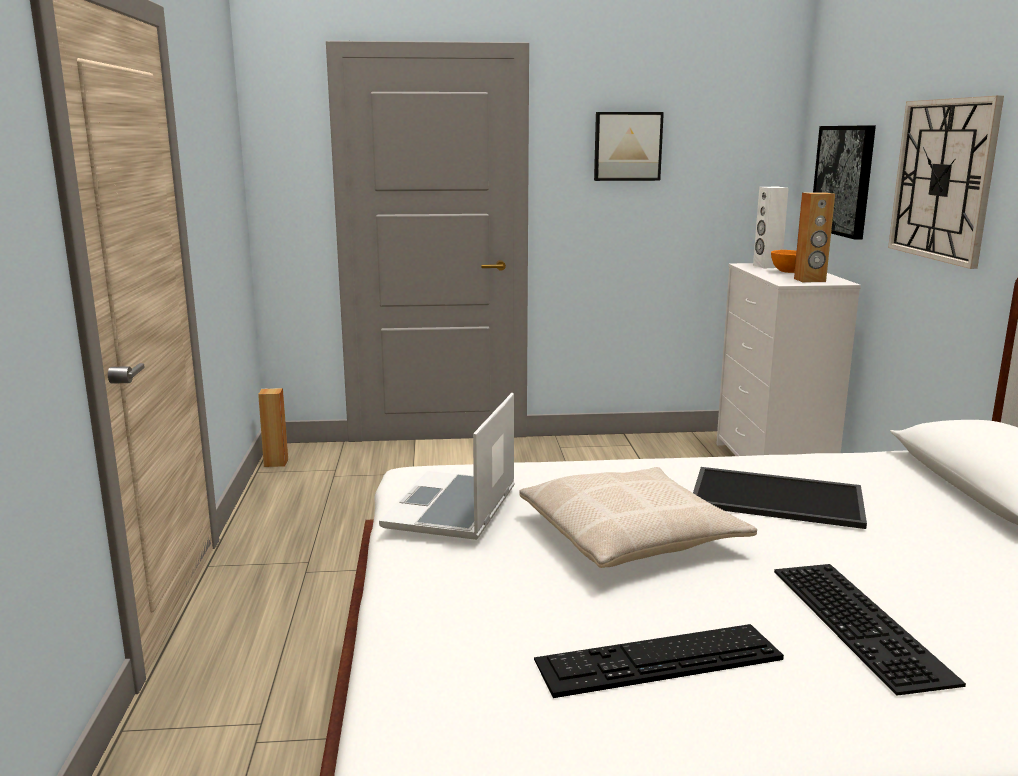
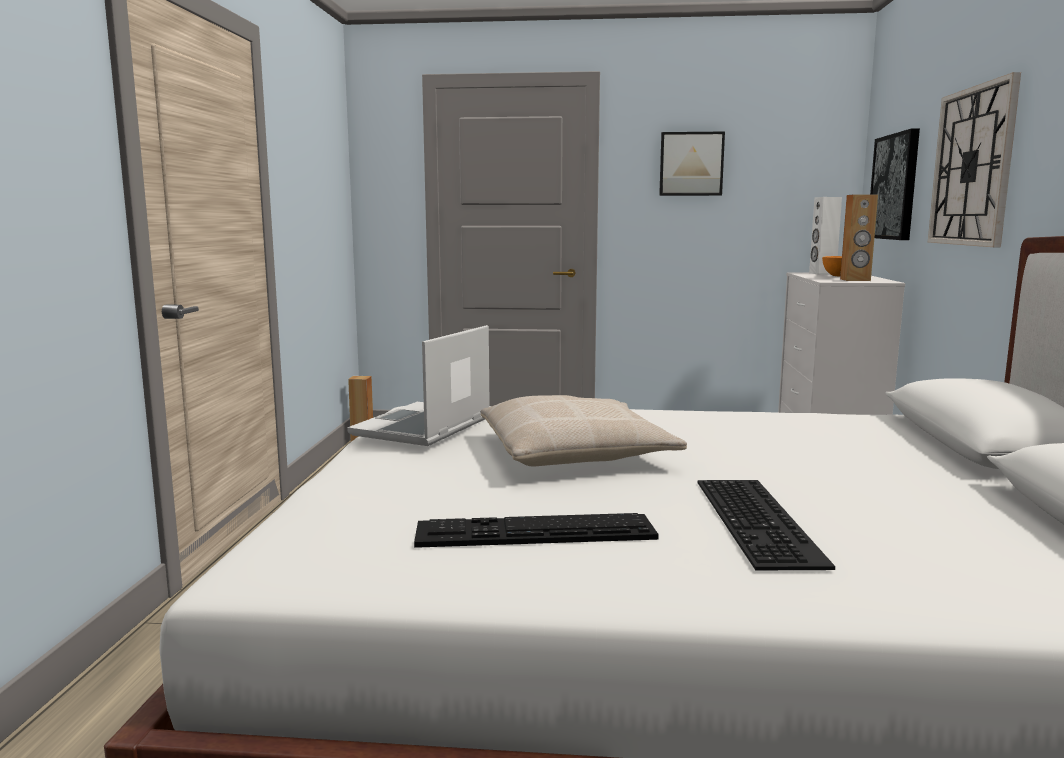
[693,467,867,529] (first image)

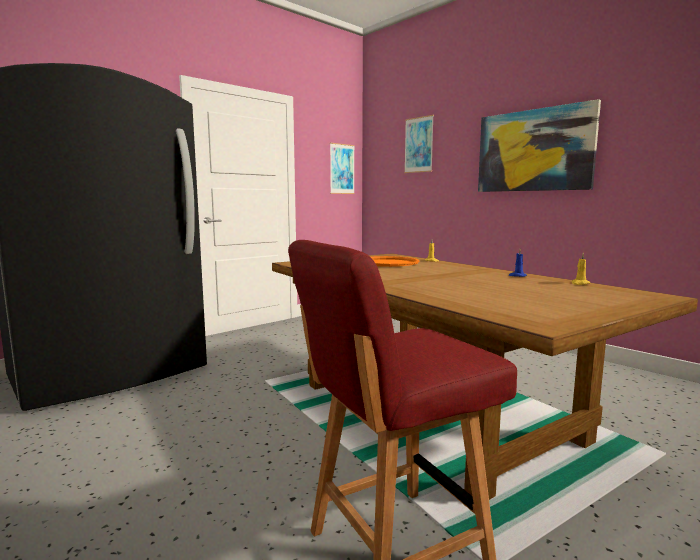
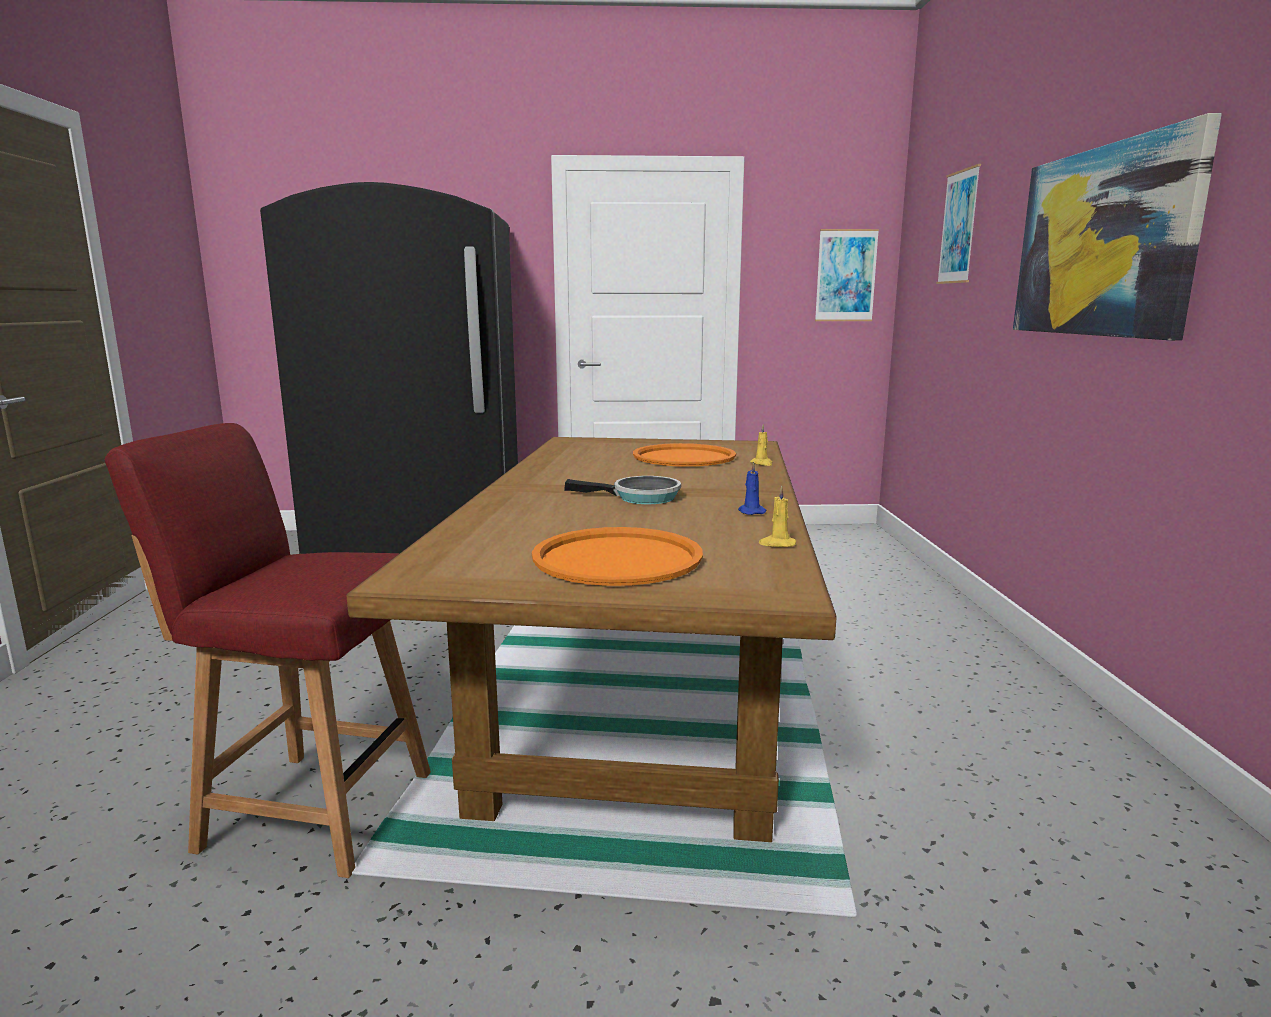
[564,476,681,504]
[532,527,703,586]

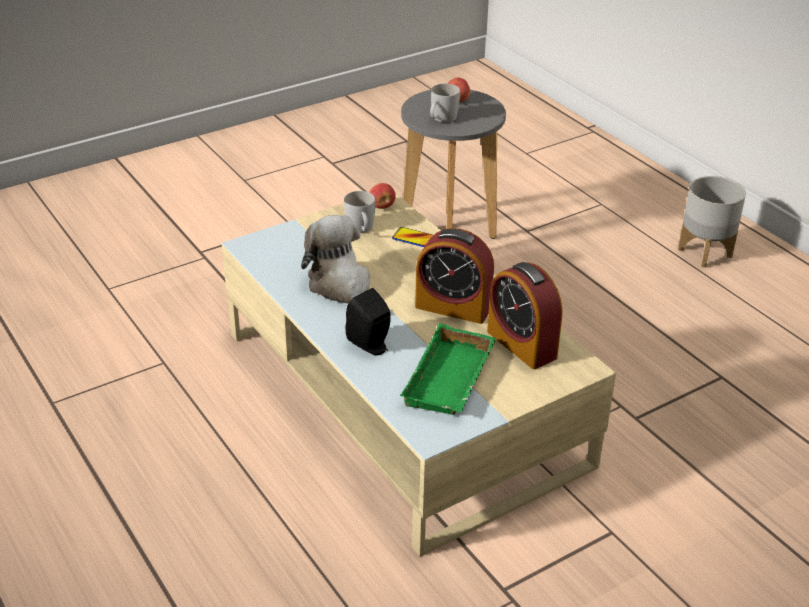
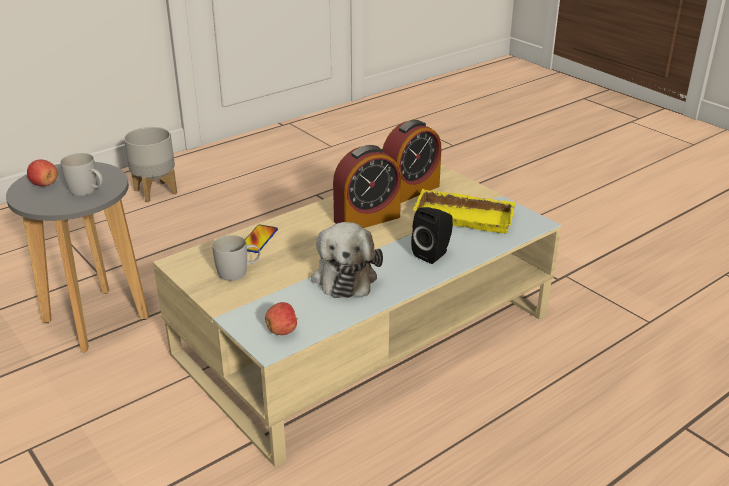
[265,302,298,335]
[311,222,383,298]
[333,145,401,228]
[413,189,516,233]

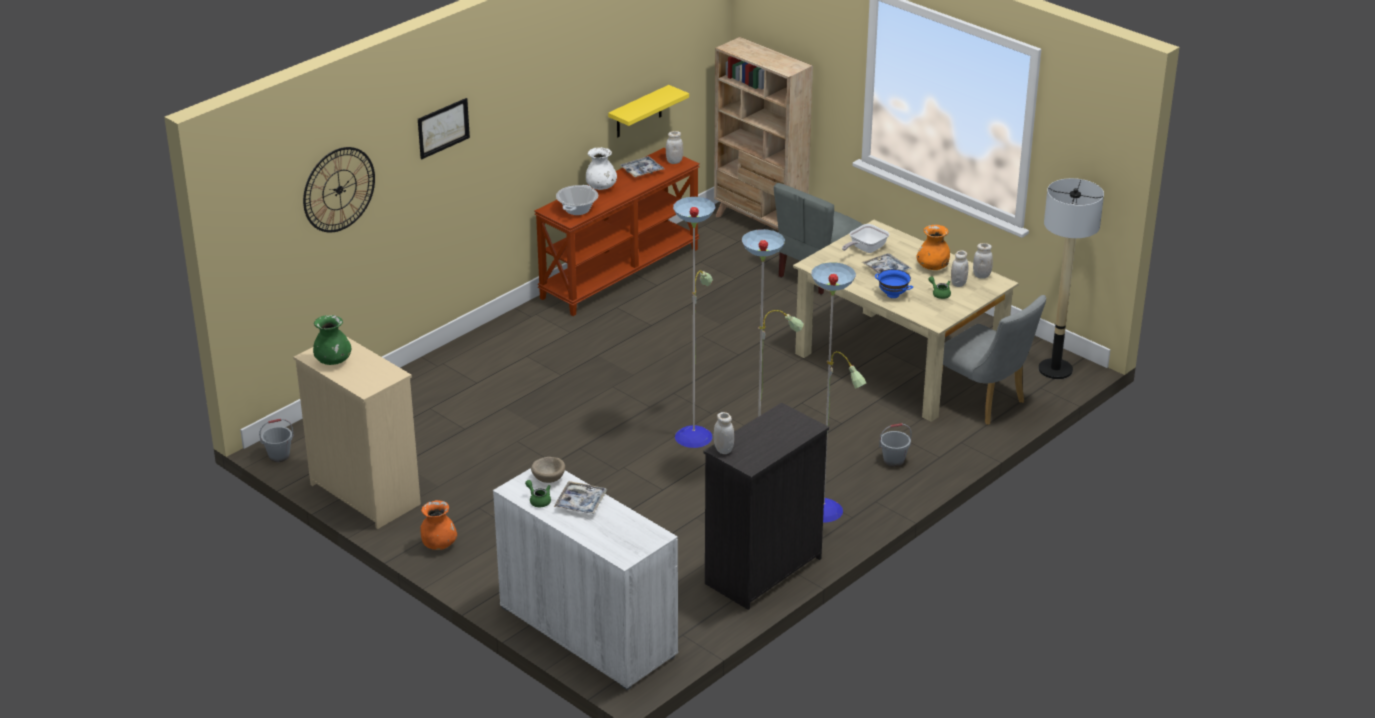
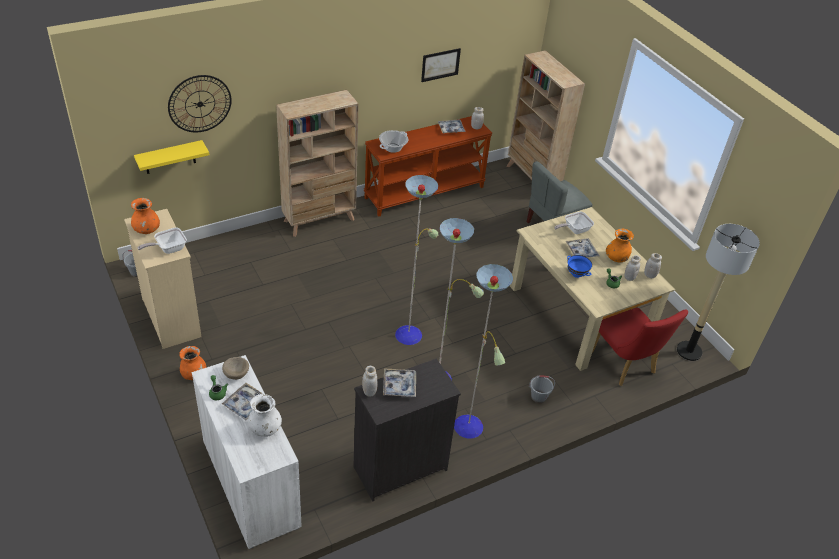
[134,140,210,174]
[421,48,461,82]
[248,394,282,437]
[592,308,688,386]
[131,198,160,234]
[276,90,359,237]
[137,227,187,254]
[383,368,416,397]

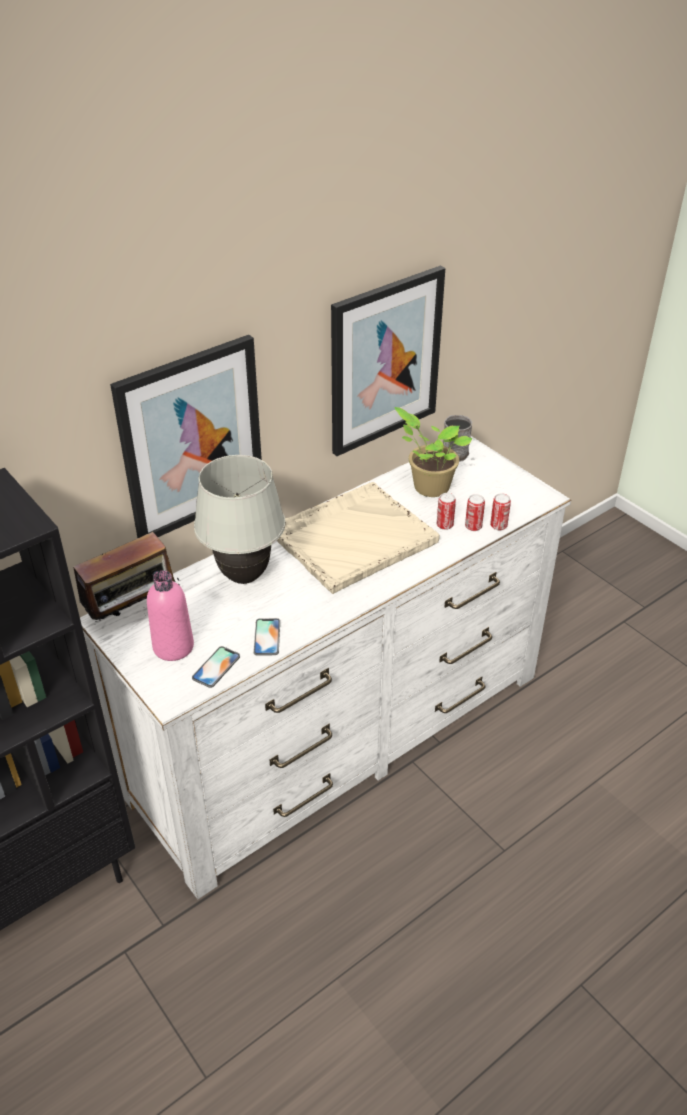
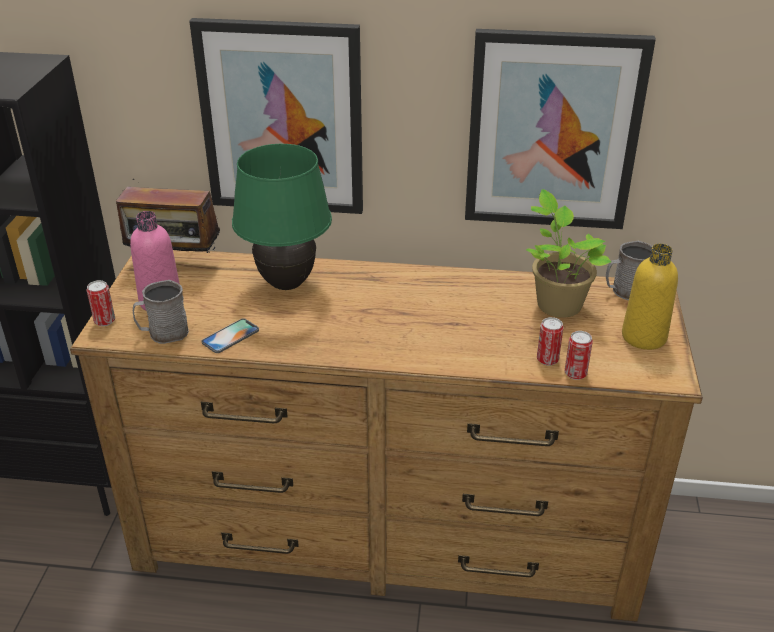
[70,250,703,622]
[232,144,332,290]
[277,482,440,594] (first image)
[87,280,115,326]
[133,280,189,344]
[622,244,678,350]

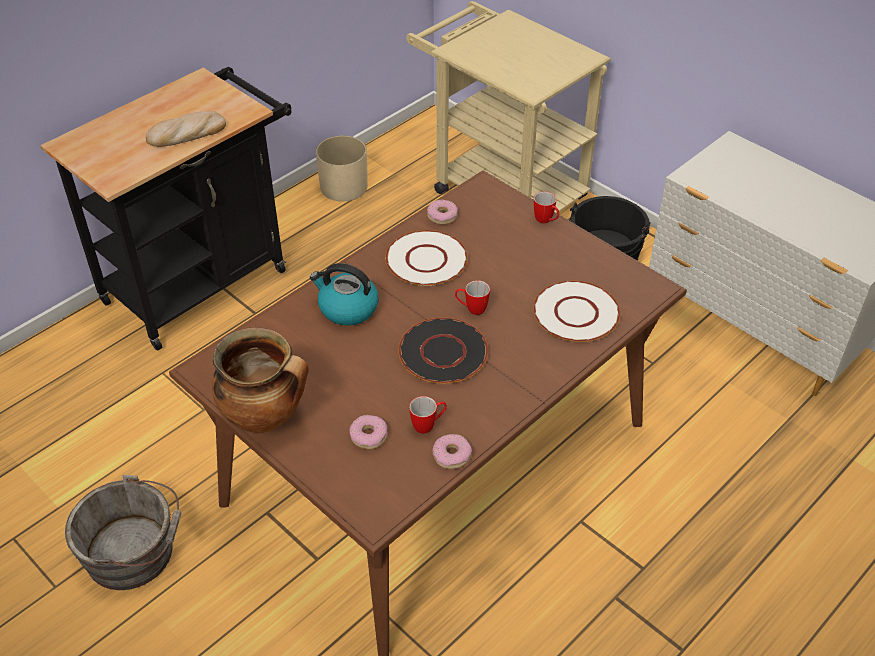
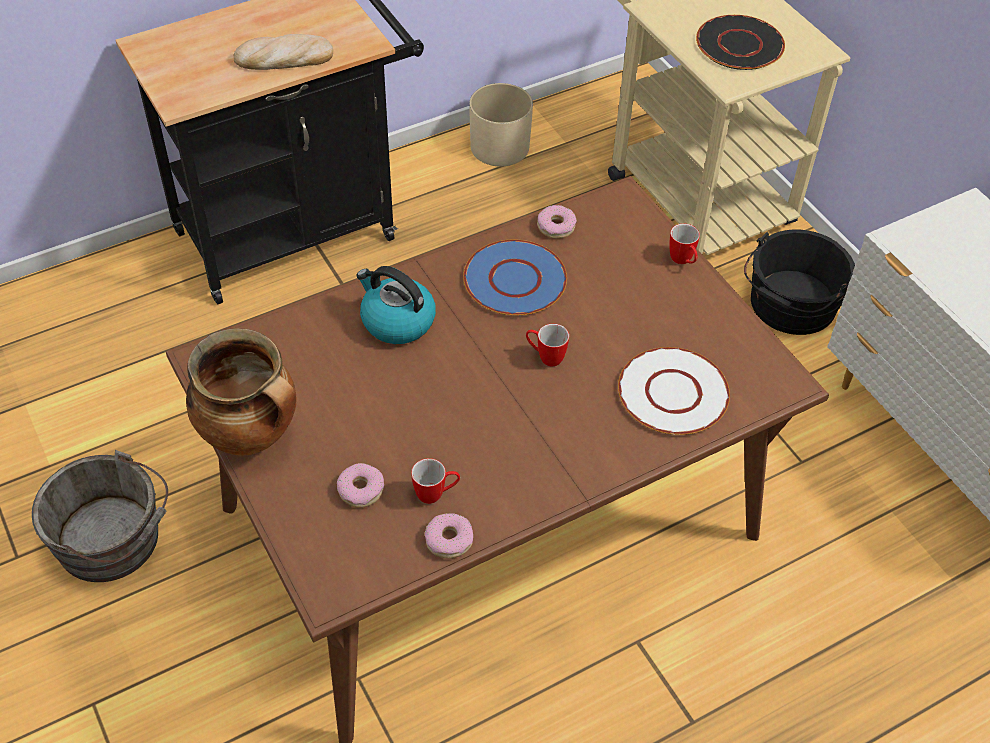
[463,239,567,315]
[696,15,785,70]

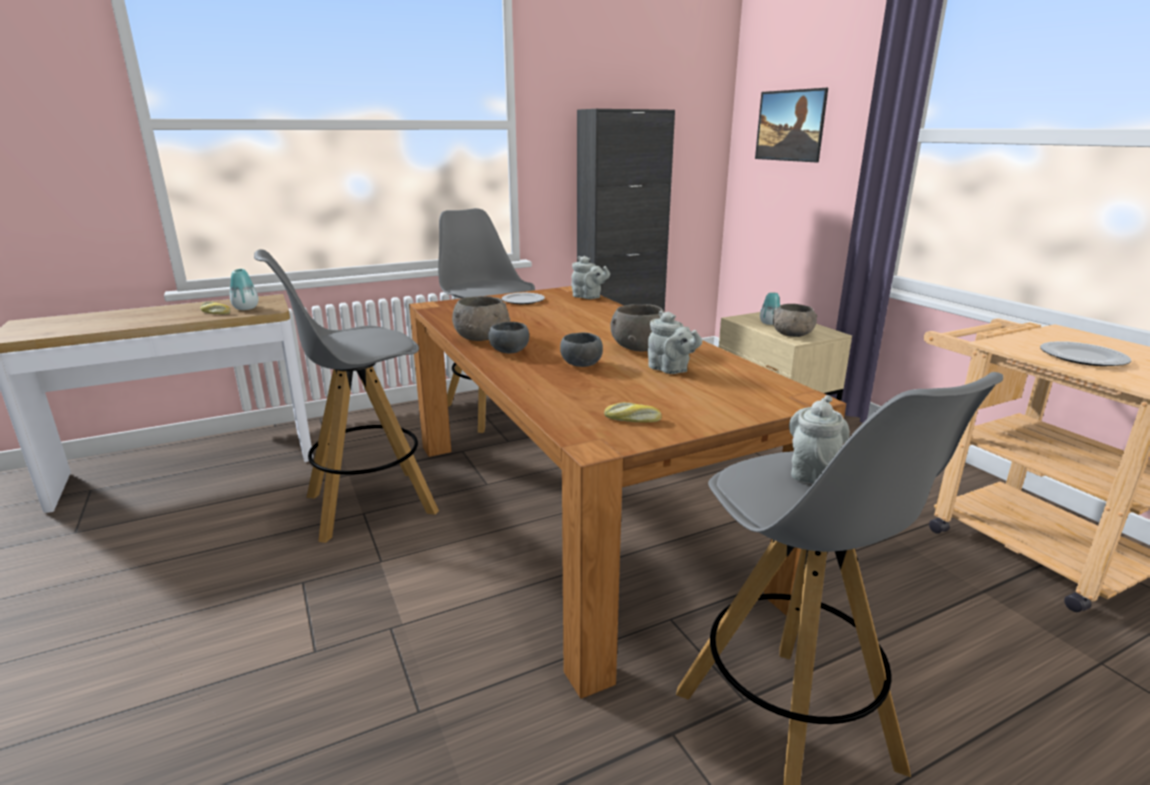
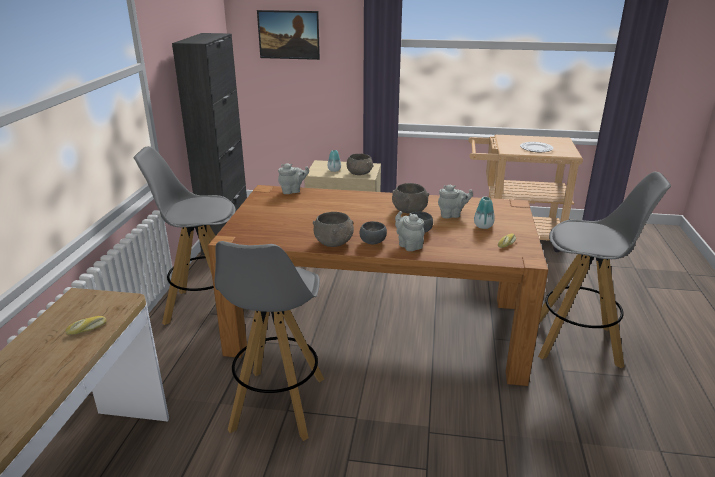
[474,197,495,229]
[501,293,545,304] (first image)
[395,211,424,251]

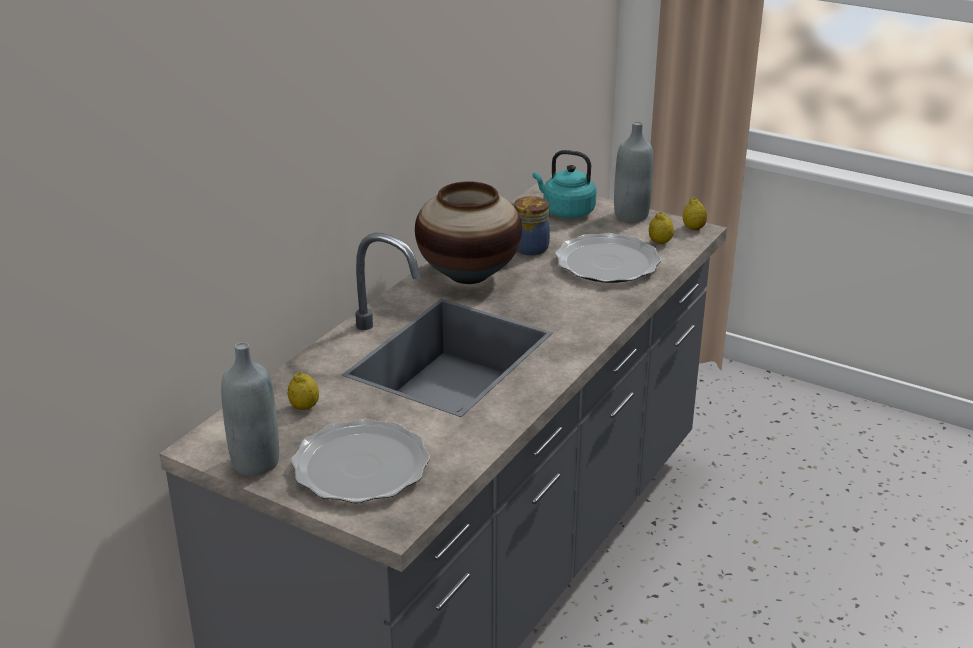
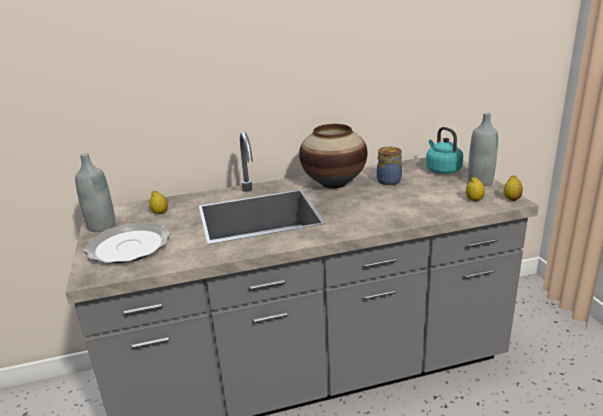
[555,233,661,283] (first image)

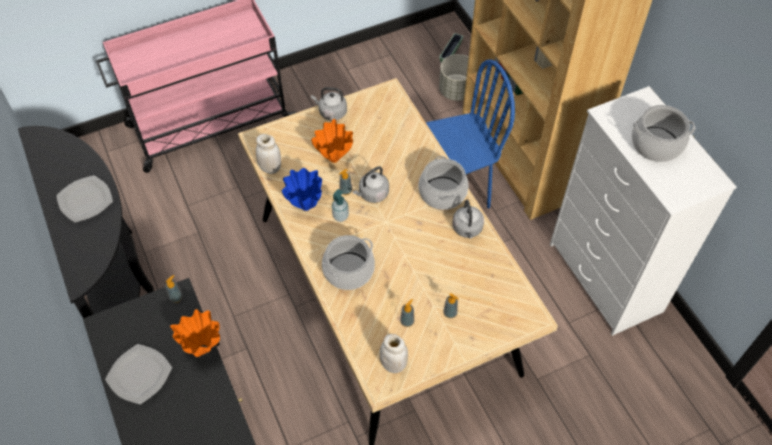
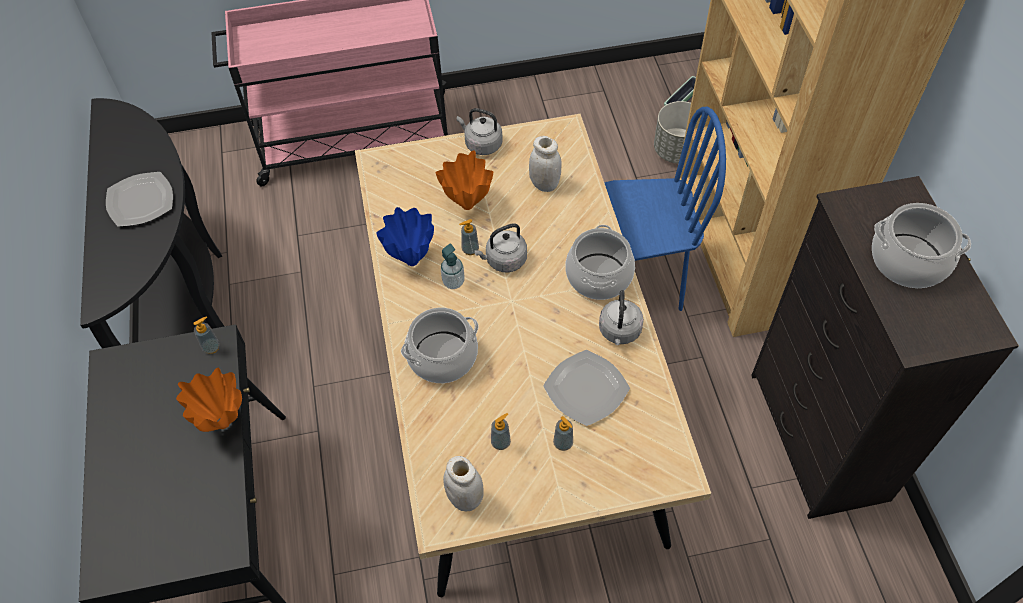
[751,176,1019,519]
[529,136,562,192]
[543,350,630,426]

